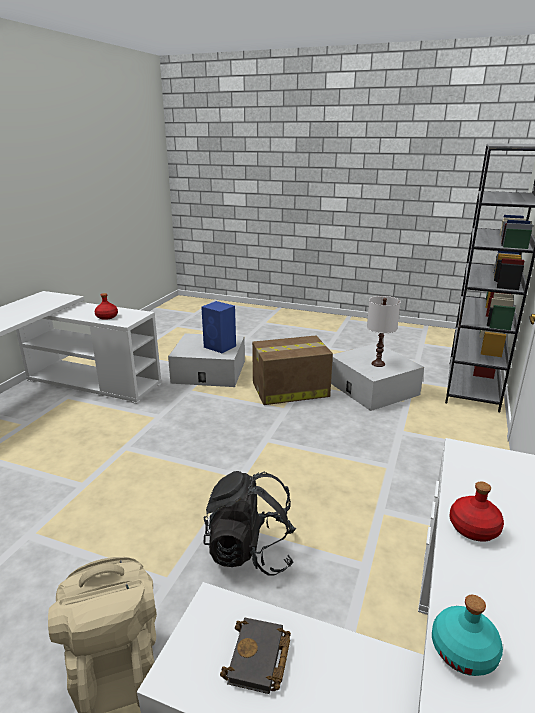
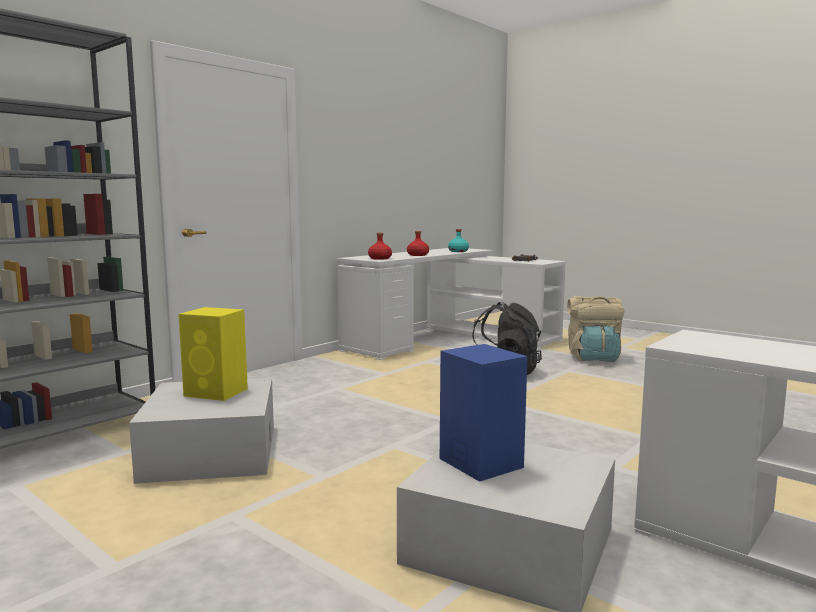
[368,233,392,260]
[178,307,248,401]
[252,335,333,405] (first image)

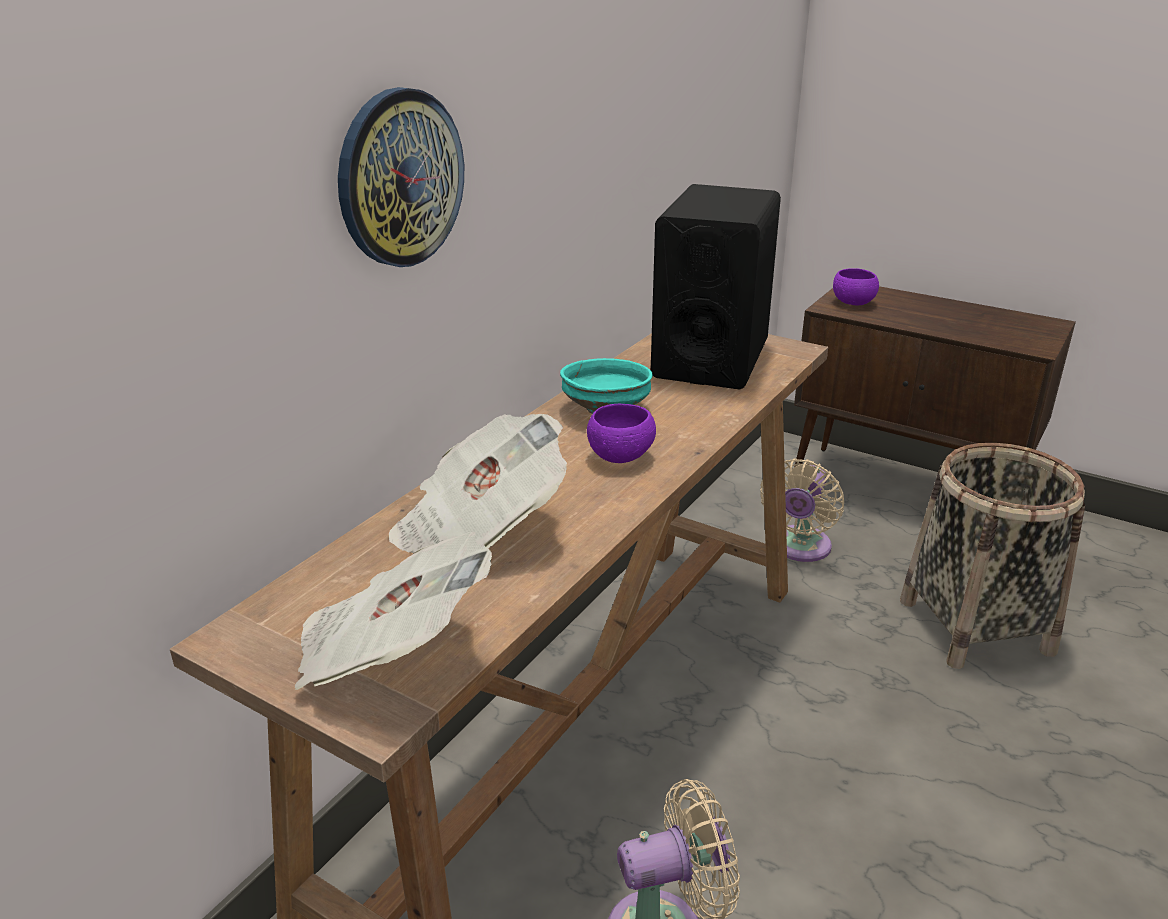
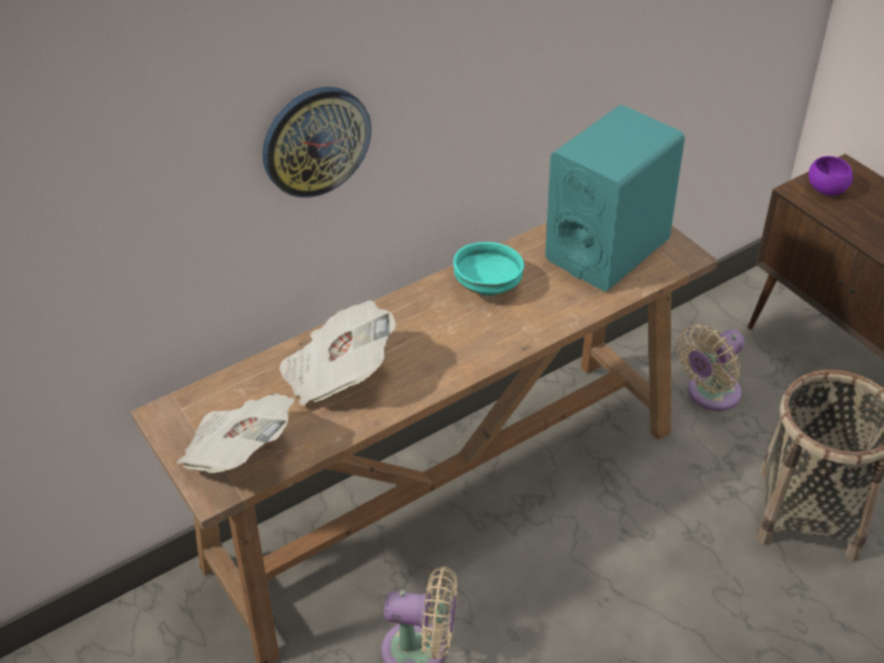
[545,105,685,292]
[587,404,656,463] (first image)

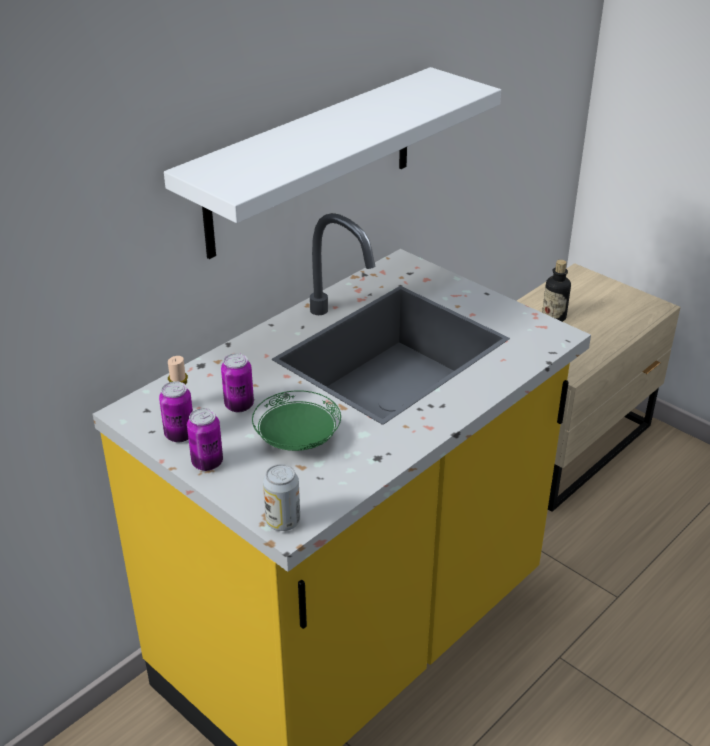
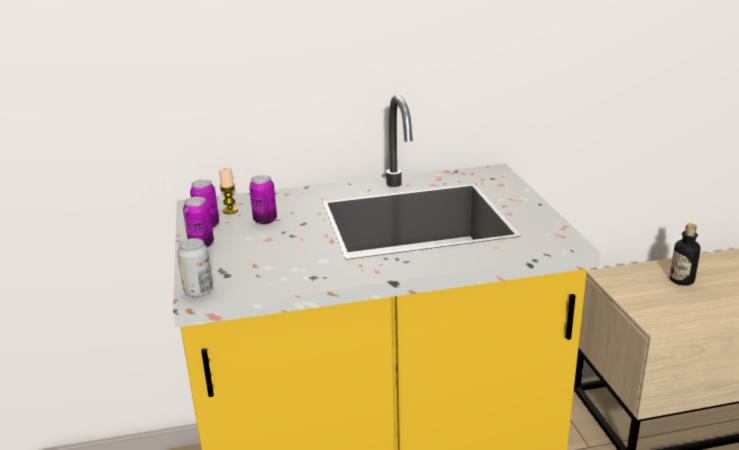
[164,67,501,259] (first image)
[252,391,341,451] (first image)

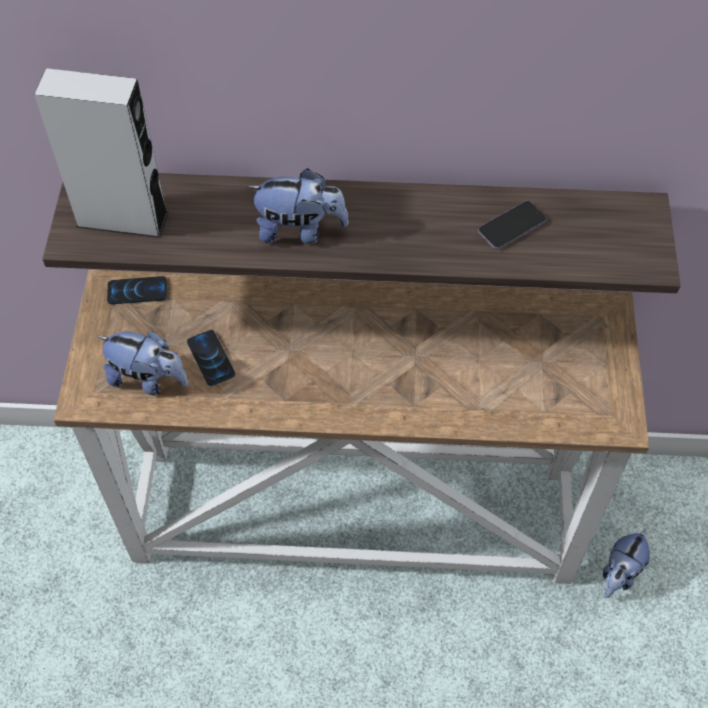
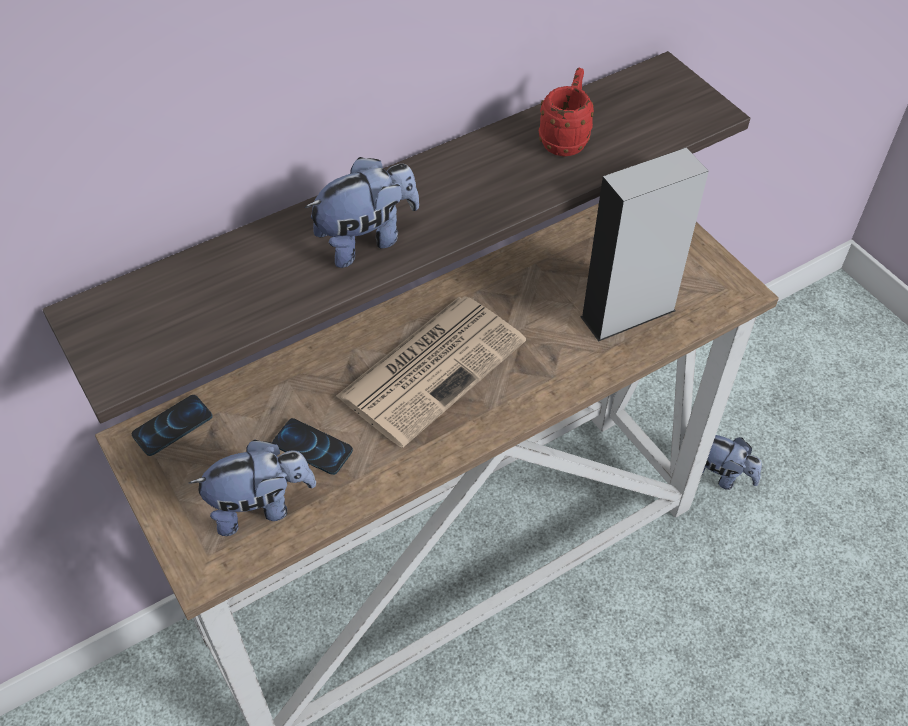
[580,147,709,341]
[539,68,594,157]
[702,435,762,490]
[336,296,526,448]

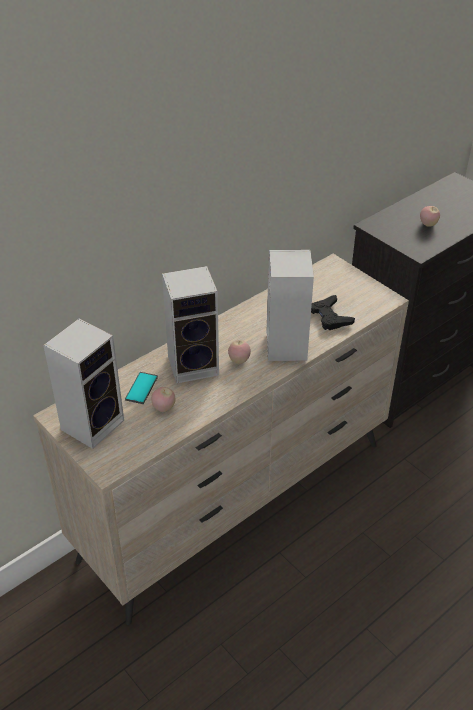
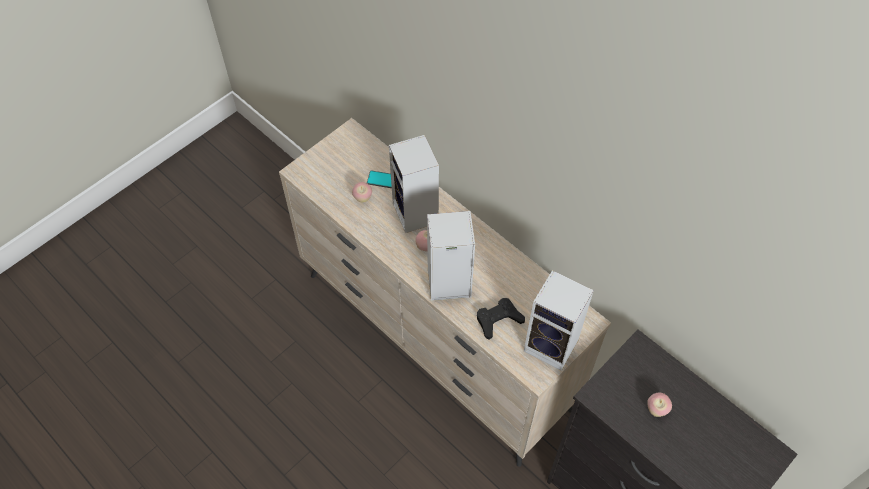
[524,270,594,371]

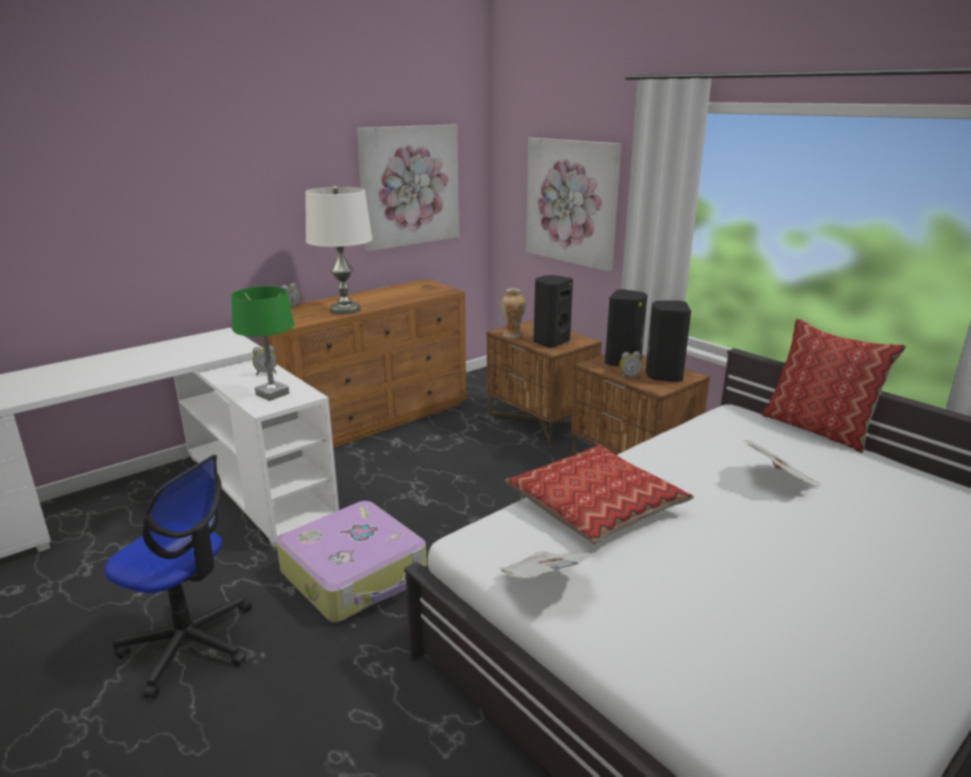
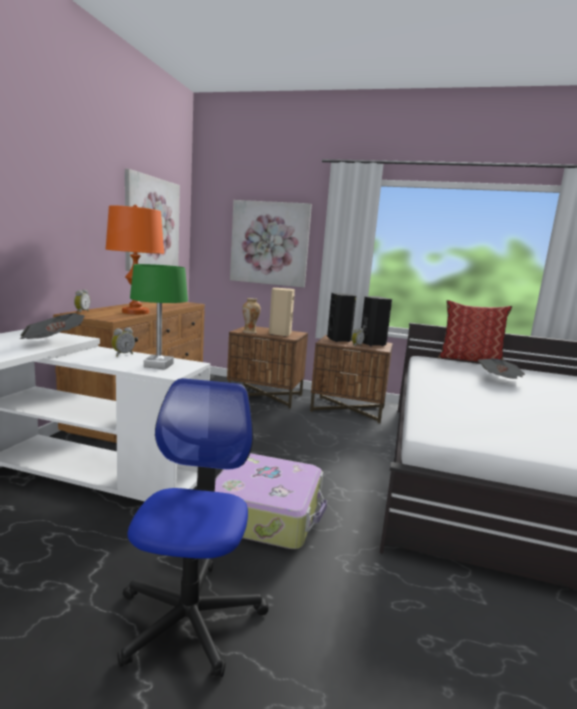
[105,205,164,314]
[269,288,295,337]
[505,445,694,544] (first image)
[117,378,269,677]
[19,313,85,339]

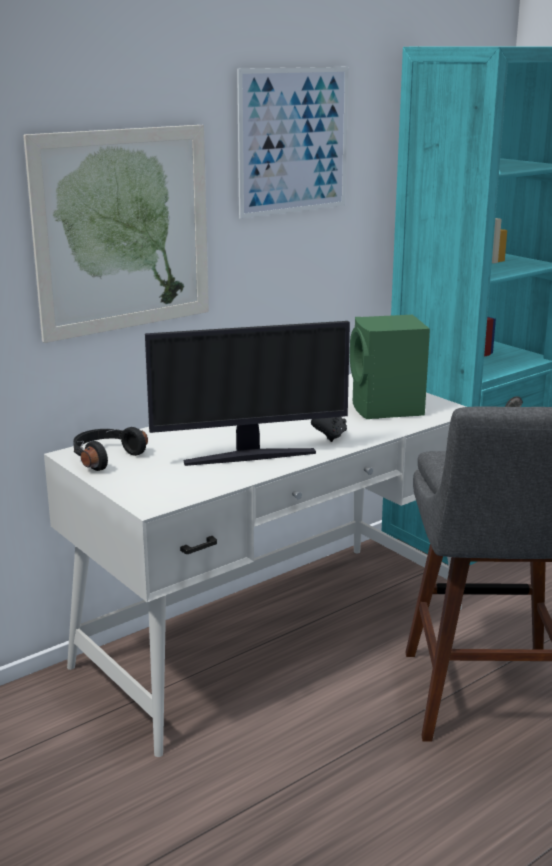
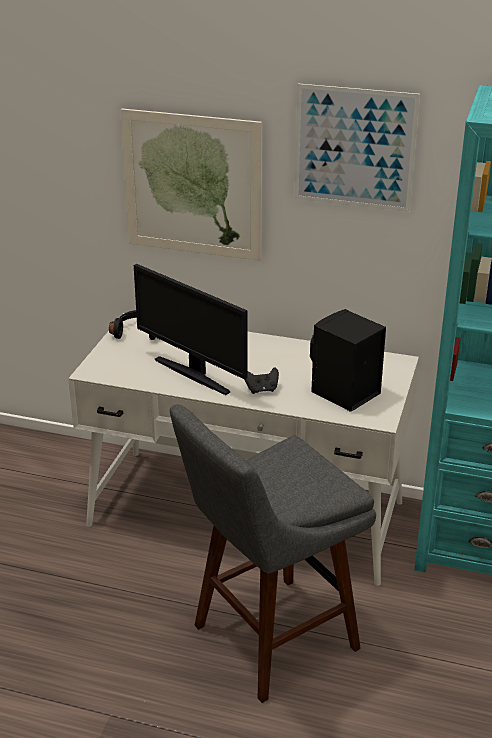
[310,309,386,412]

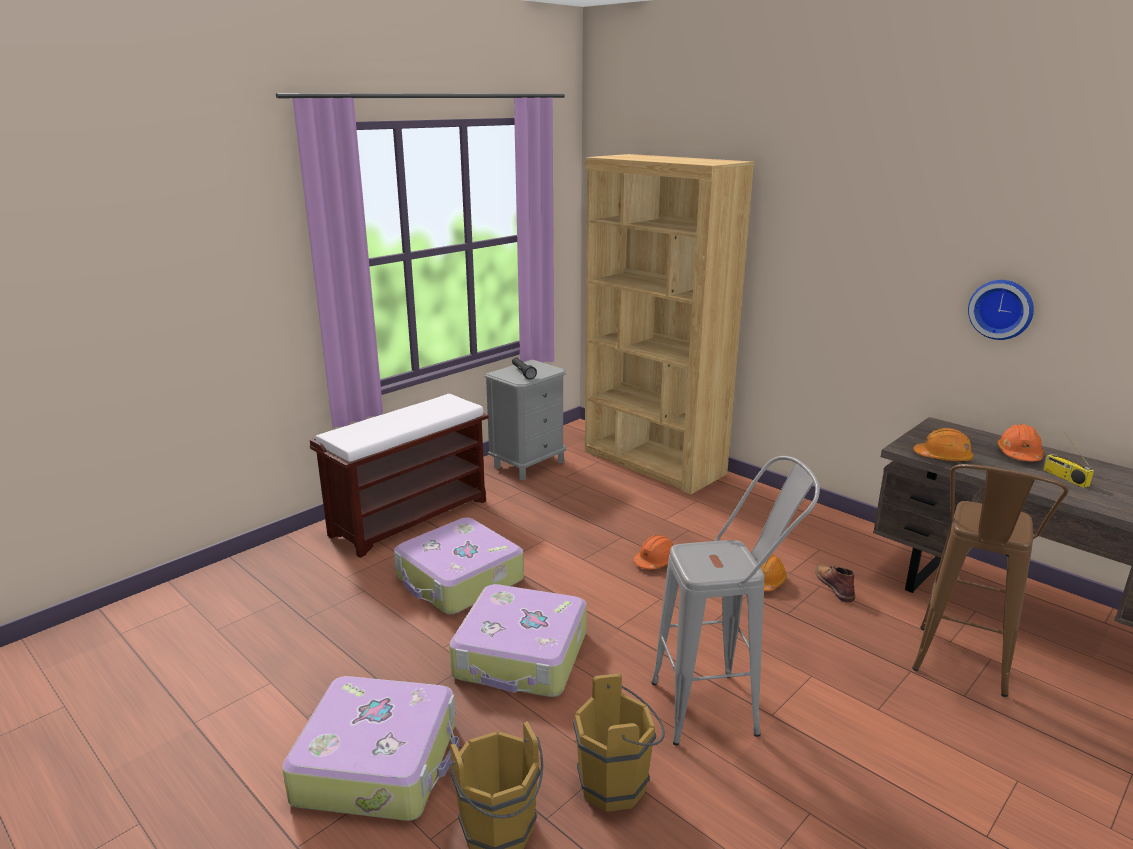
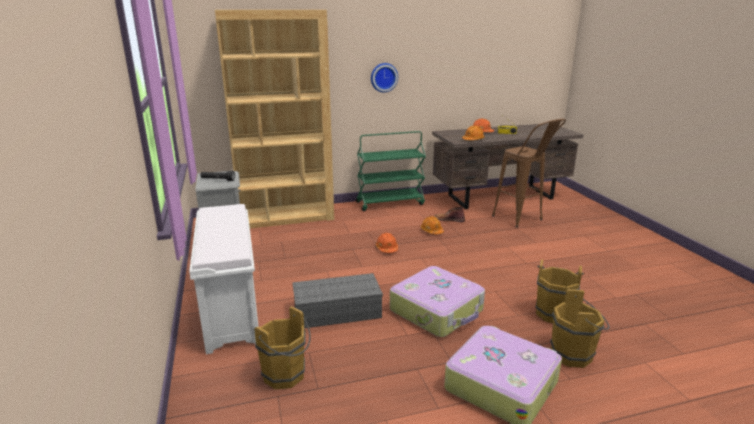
[371,63,398,93]
[189,204,259,354]
[652,456,820,746] (first image)
[292,273,383,328]
[356,131,426,211]
[254,306,311,389]

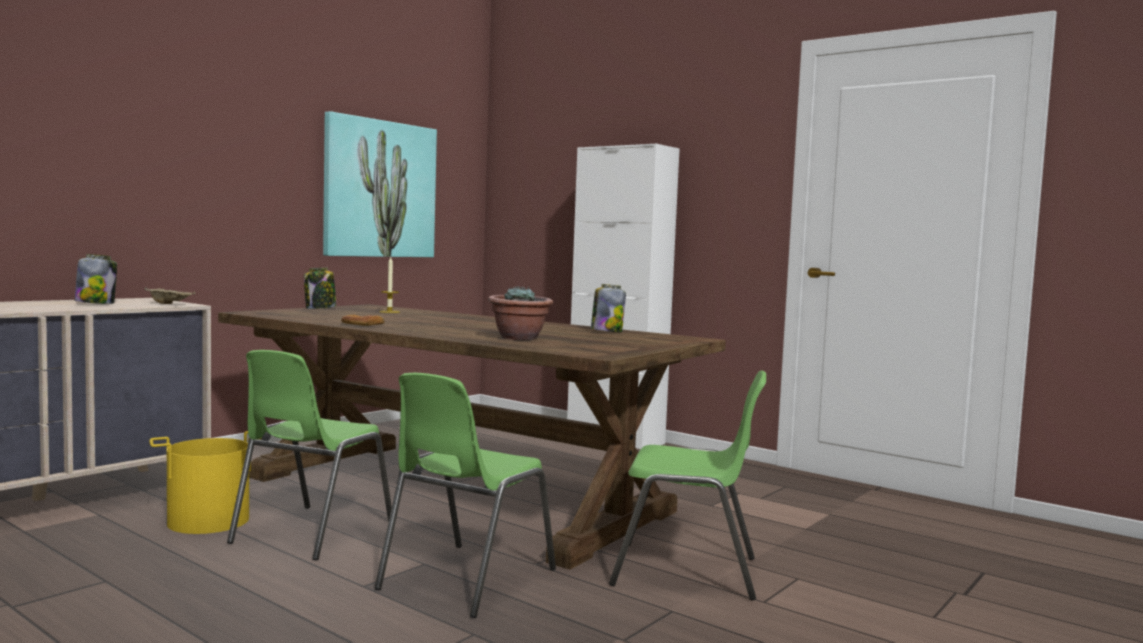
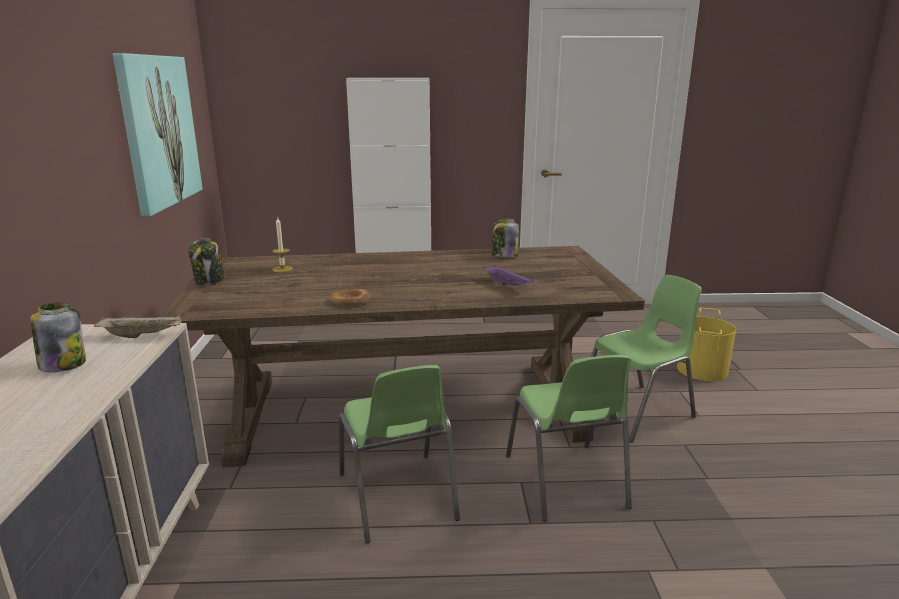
[483,265,534,286]
[677,308,736,381]

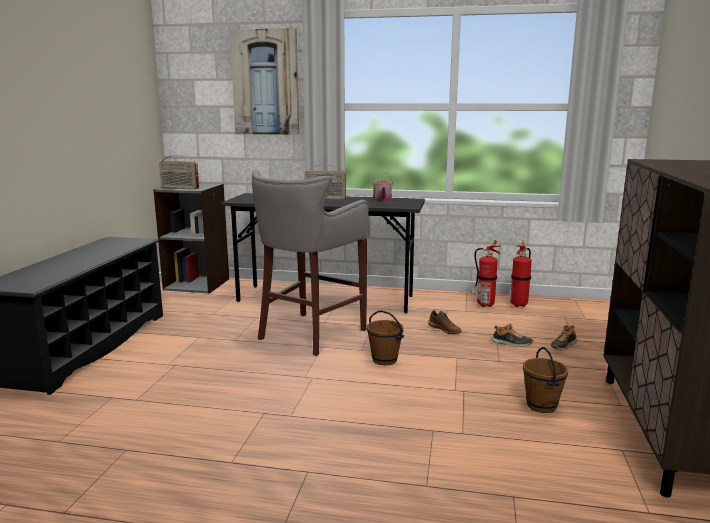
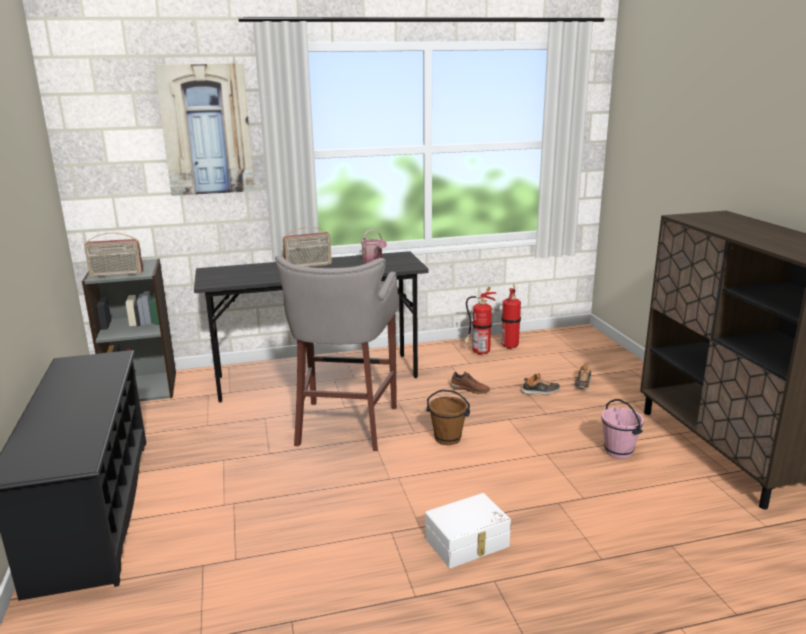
[601,399,644,459]
[425,493,511,568]

